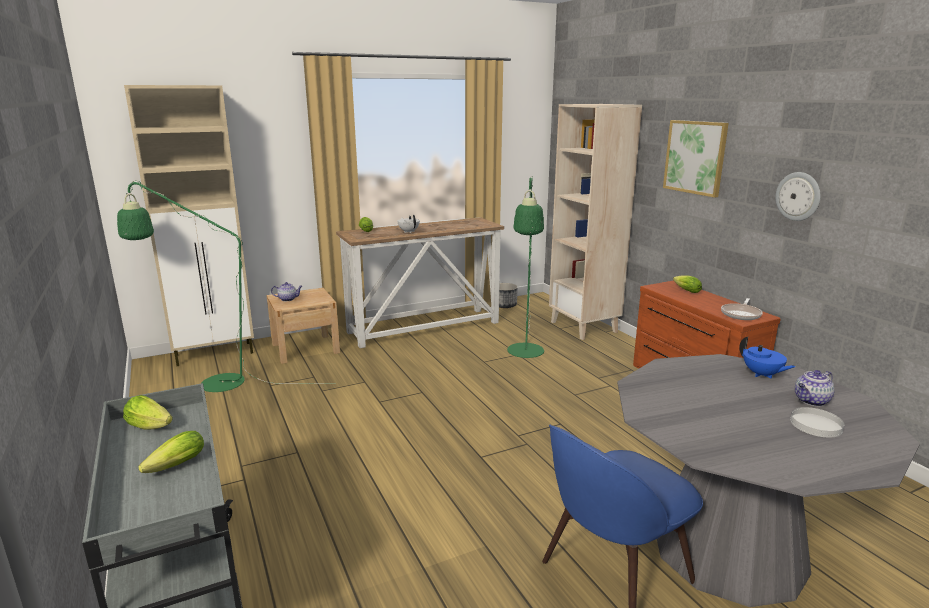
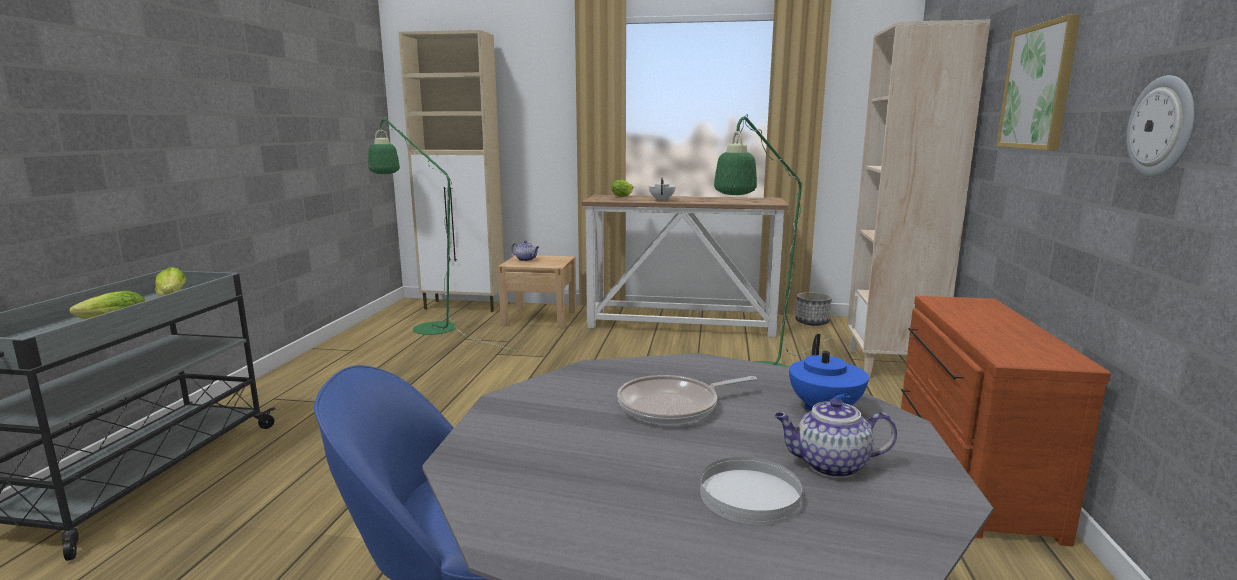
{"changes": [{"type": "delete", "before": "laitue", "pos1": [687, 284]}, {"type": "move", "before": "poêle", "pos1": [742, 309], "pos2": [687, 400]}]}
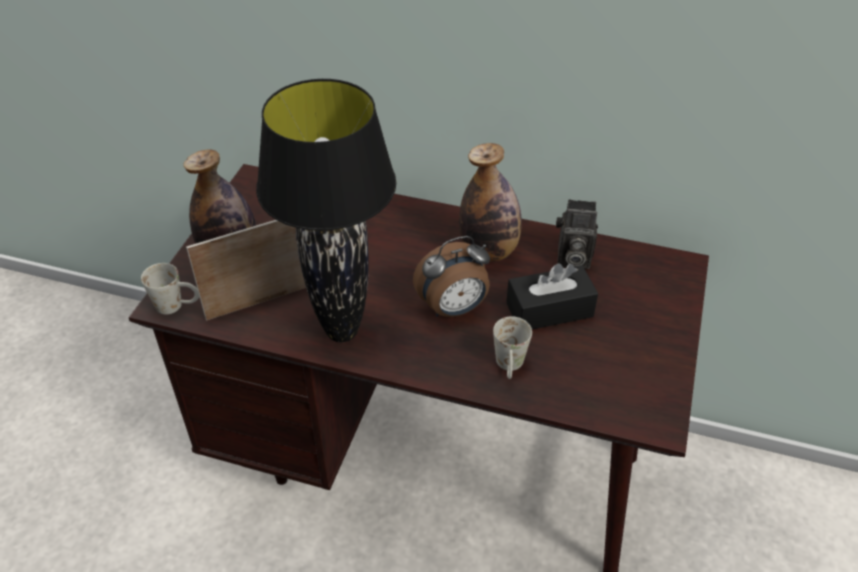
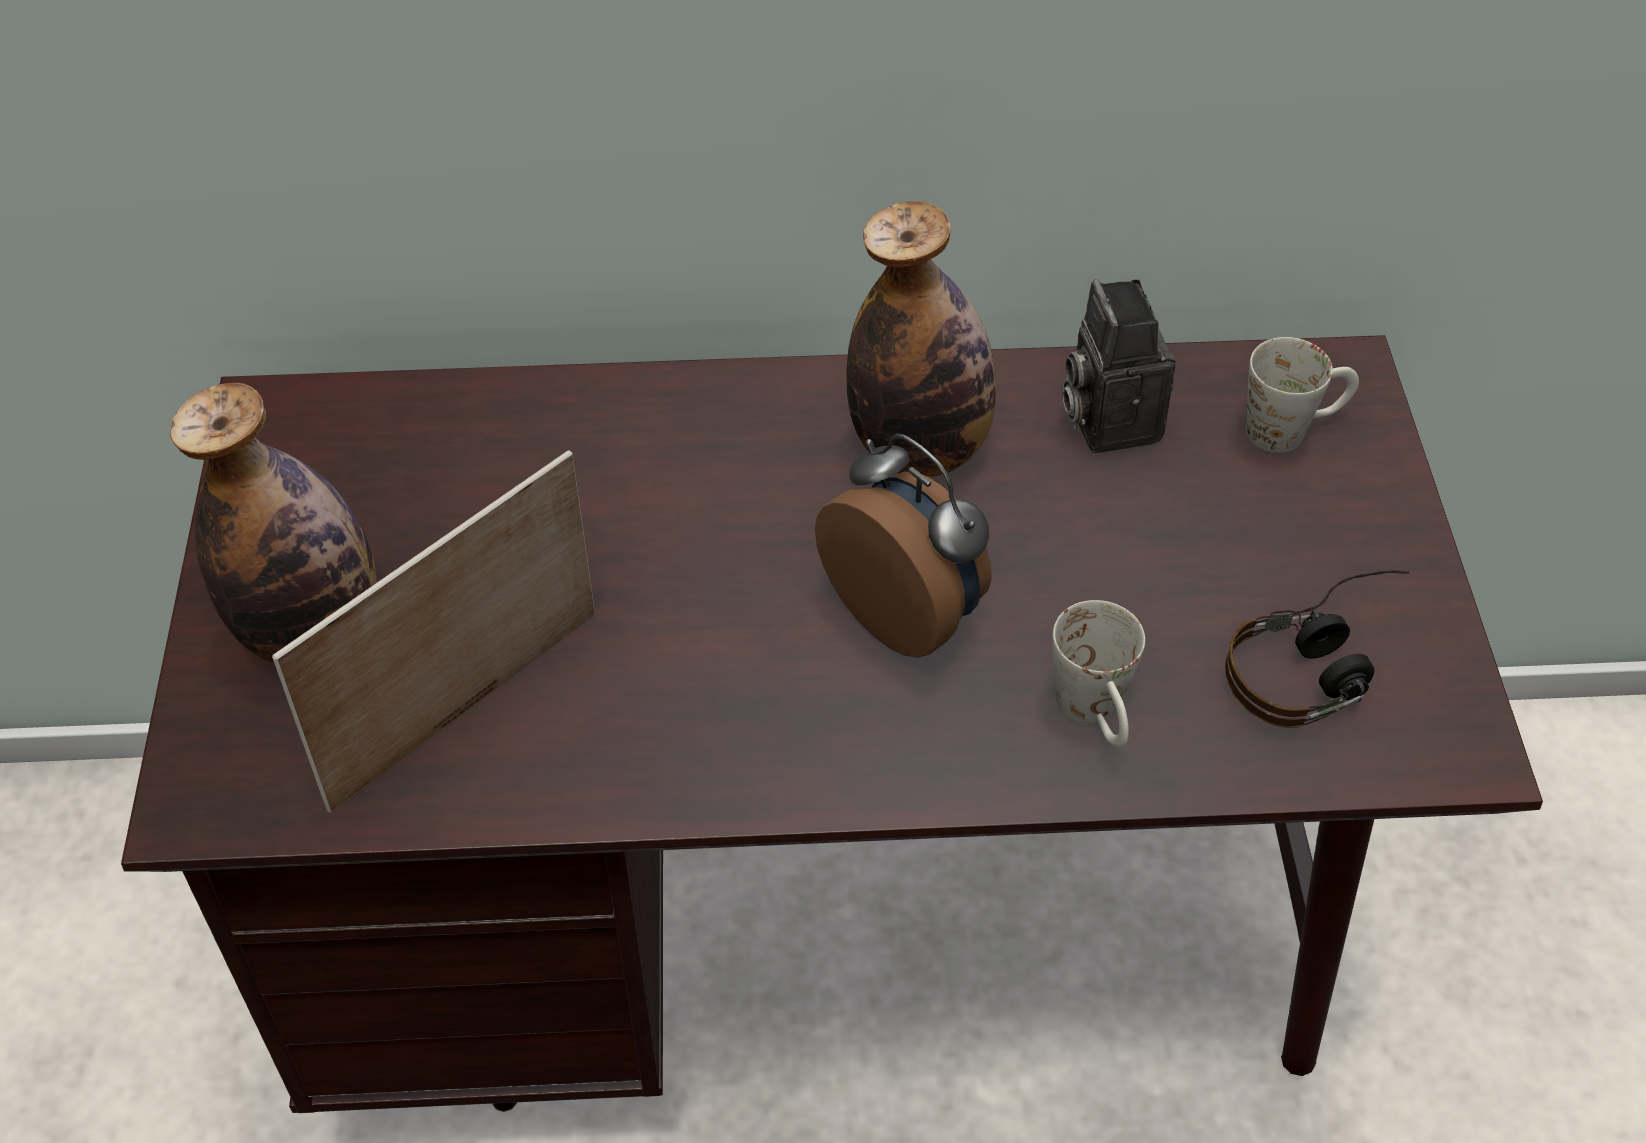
{"changes": [{"type": "delete", "before": "lampe de table/noir", "pos1": [326, 210]}, {"type": "rotate", "before": "appareil photo", "pos1": [577, 234], "pos2": [1119, 366], "turn": 90}, {"type": "rotate", "before": "réveil", "pos1": [451, 276], "pos2": [903, 545], "turn": -90}, {"type": "move", "before": "mug/blanc", "pos1": [170, 288], "pos2": [1302, 395]}, {"type": "delete", "before": "boîte à mouchoirs/noir", "pos1": [552, 296]}, {"type": "insert", "after": "casque audio", "pos2": [1317, 649]}]}
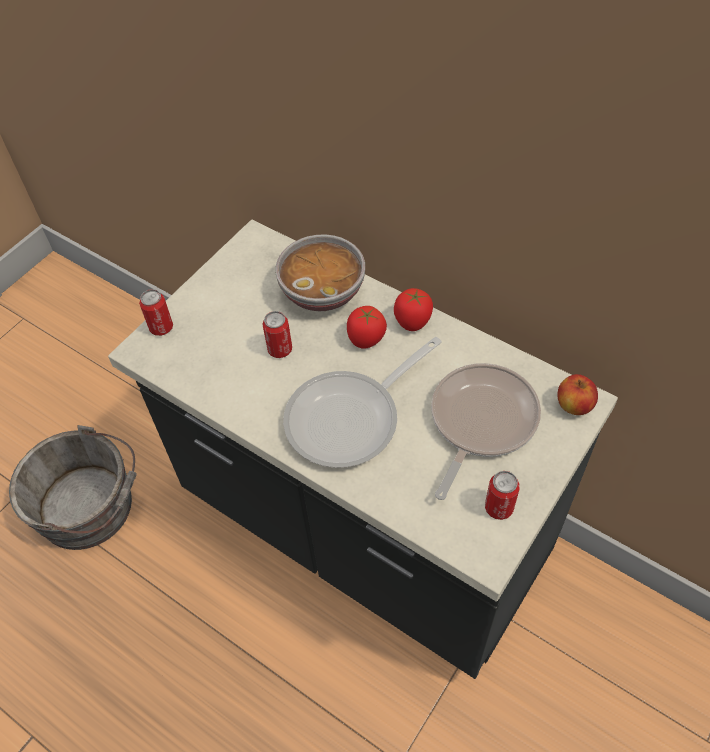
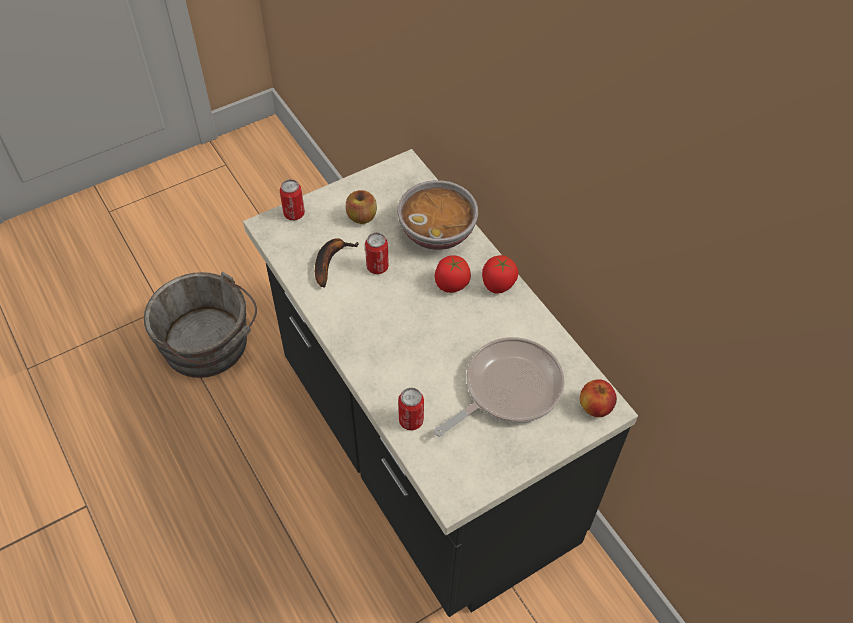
{"changes": [{"type": "delete", "before": "poêle", "pos1": [362, 402]}, {"type": "move", "before": "boîte métallique", "pos1": [502, 495], "pos2": [411, 409]}, {"type": "insert", "after": "pomme", "pos2": [361, 207]}, {"type": "insert", "after": "banane", "pos2": [337, 263]}]}
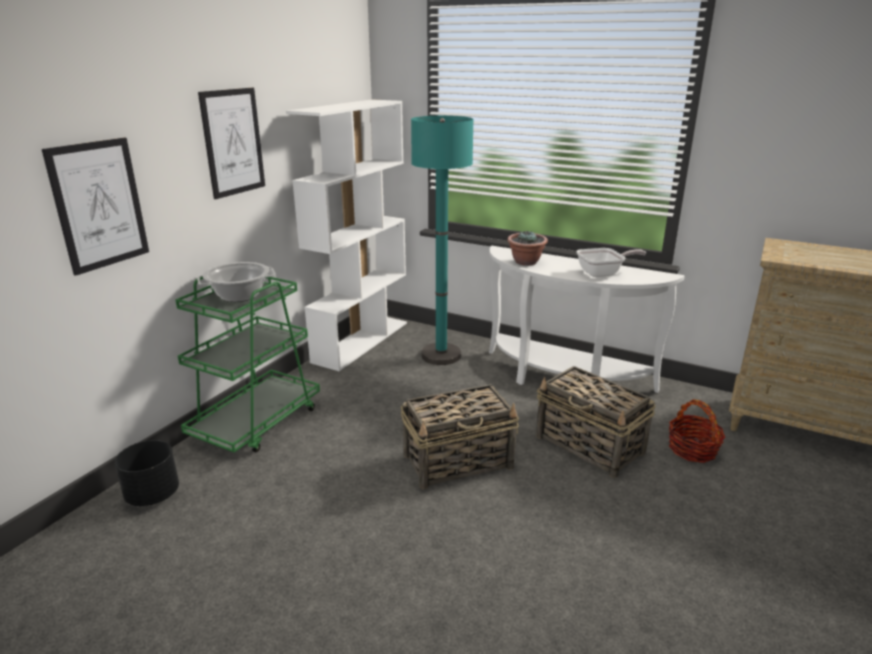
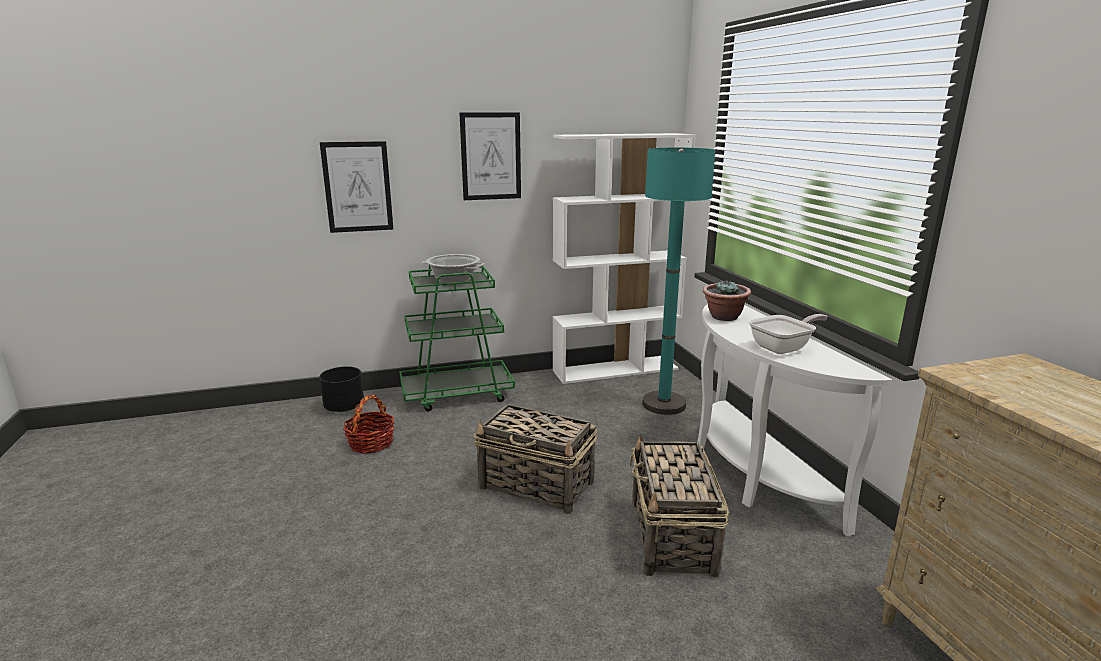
{"changes": [{"type": "rotate", "before": "poêle", "pos1": [611, 262], "pos2": [788, 334], "turn": -60}, {"type": "move", "before": "panier", "pos1": [697, 431], "pos2": [369, 424]}]}
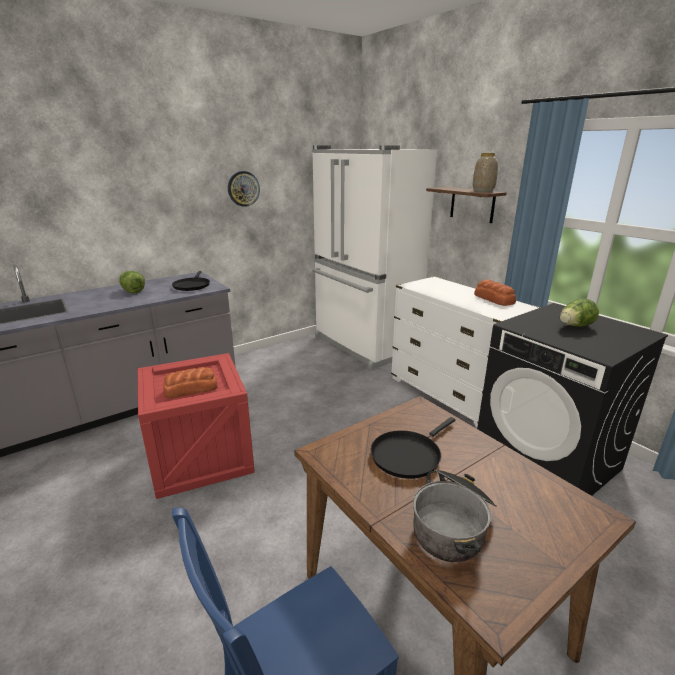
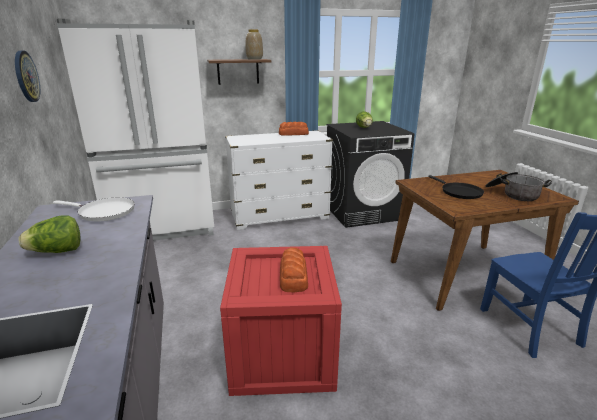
{"changes": [{"type": "recolor", "before": "poêle/noir", "after": "poêle/blanc", "pos1": [191, 281], "pos2": [94, 209]}]}
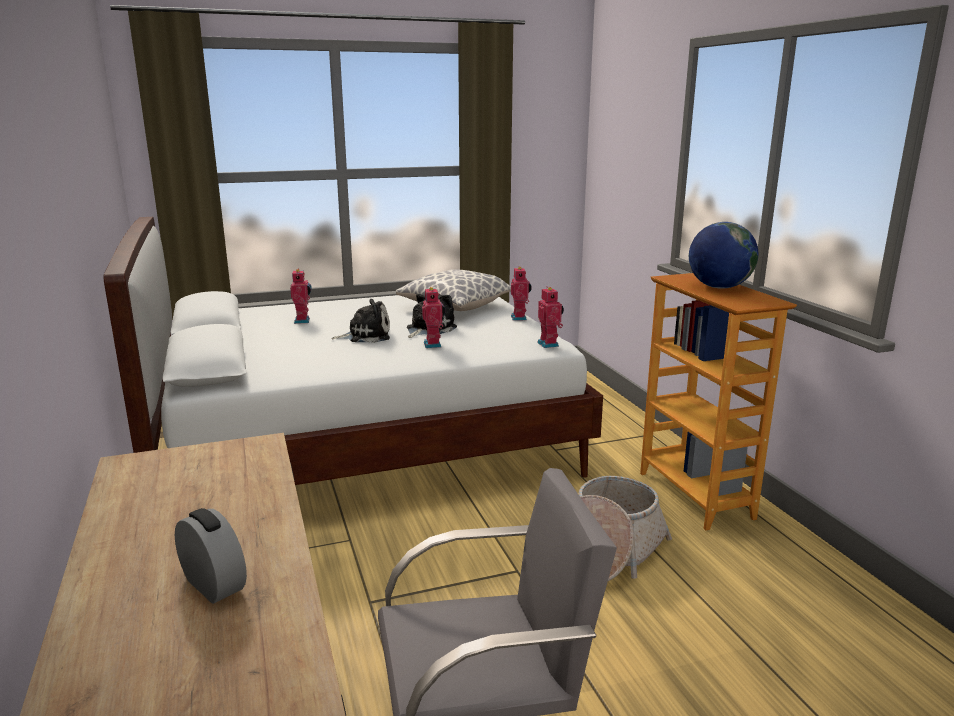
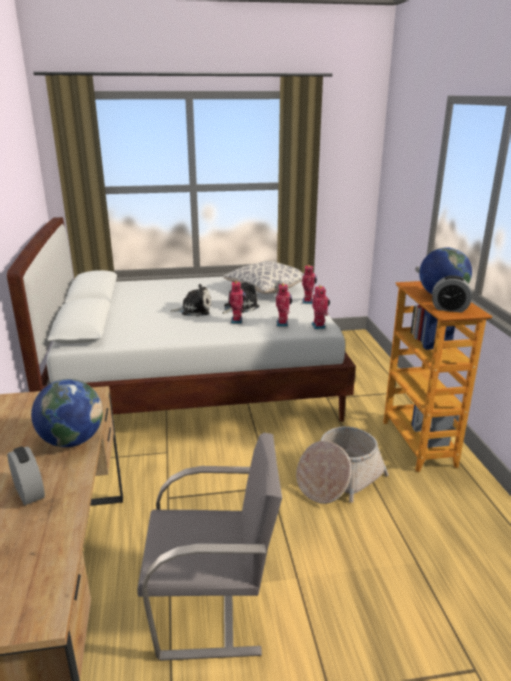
{"changes": [{"type": "move", "before": "robot jouet", "pos1": [301, 296], "pos2": [284, 305]}, {"type": "insert", "after": "réveil", "pos2": [452, 294]}, {"type": "insert", "after": "globe", "pos2": [67, 413]}]}
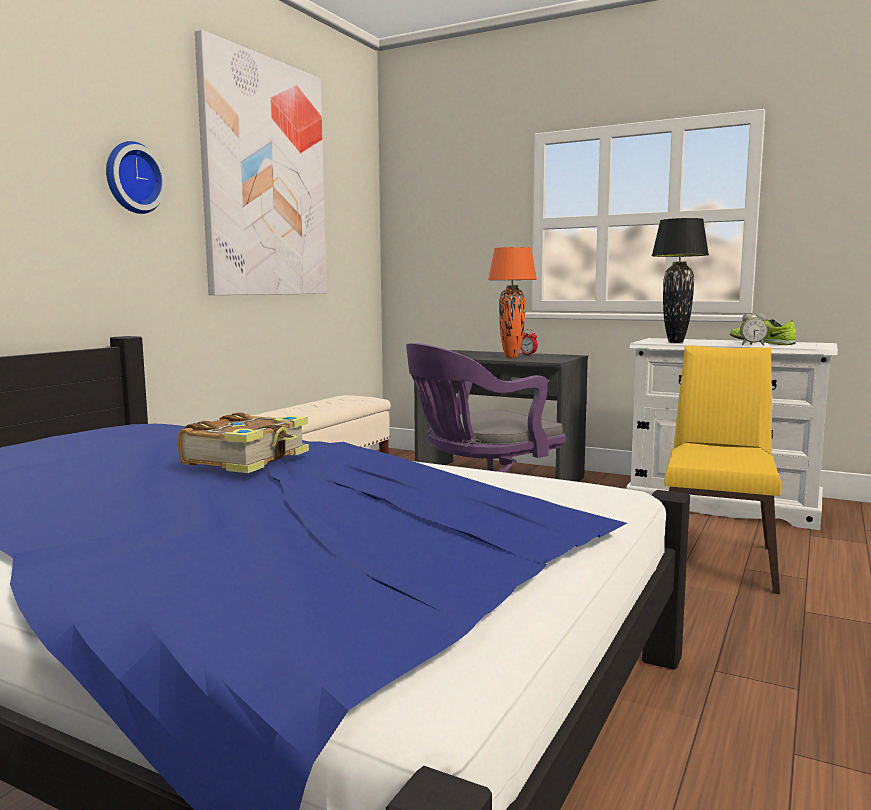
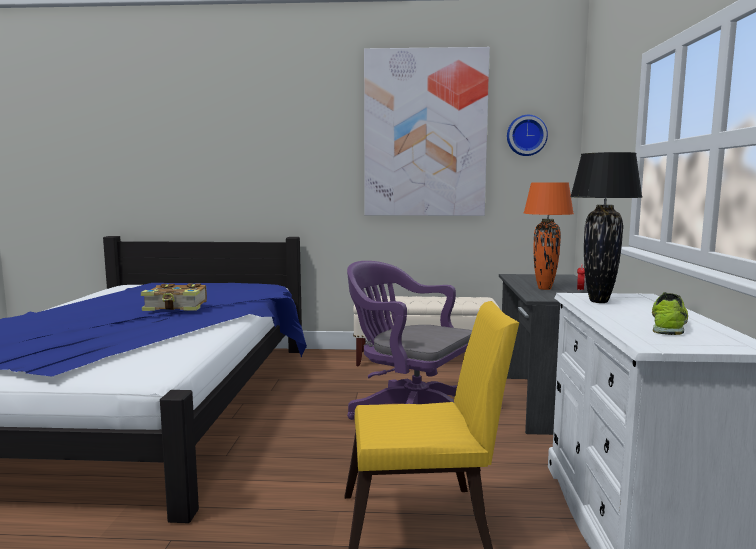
{"changes": [{"type": "move", "before": "horloge murale", "pos1": [136, 177], "pos2": [527, 135]}, {"type": "delete", "before": "réveil", "pos1": [754, 330]}]}
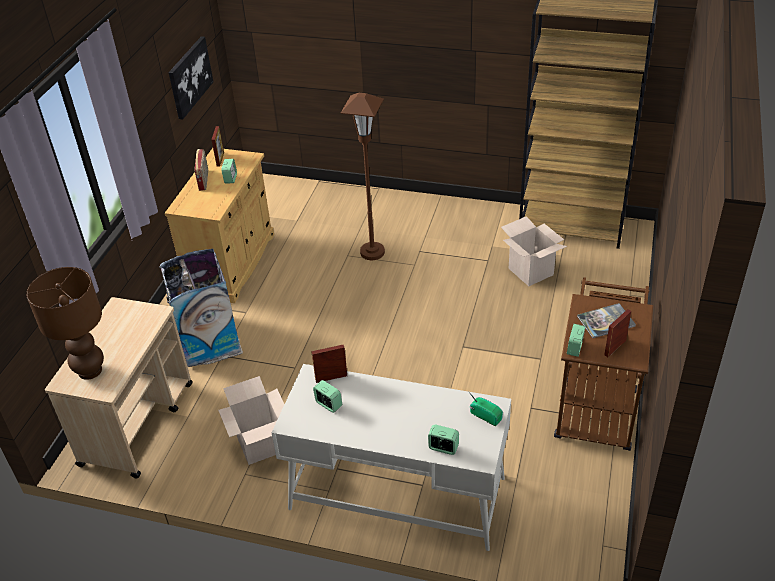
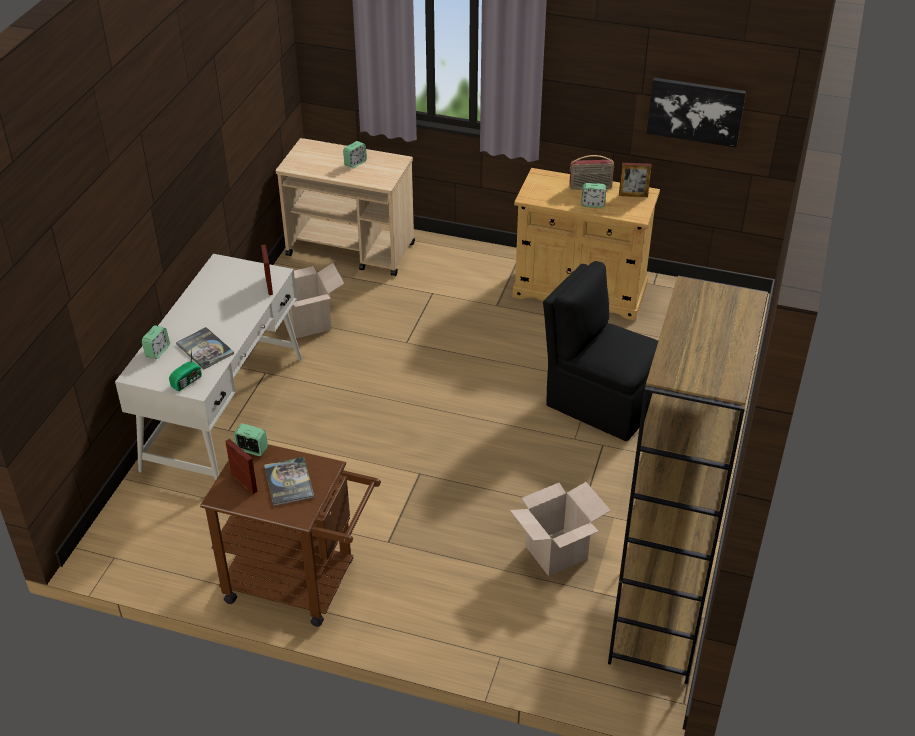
{"changes": [{"type": "replace", "before": "lampadaire/marron", "after": "chaise/noir", "pos1": [363, 176], "pos2": [600, 351]}, {"type": "delete", "before": "poubelle", "pos1": [201, 308]}, {"type": "delete", "before": "lampe de table/marron", "pos1": [65, 323]}, {"type": "move", "before": "réveil", "pos1": [327, 396], "pos2": [355, 154]}, {"type": "insert", "after": "livre", "pos2": [205, 348]}]}
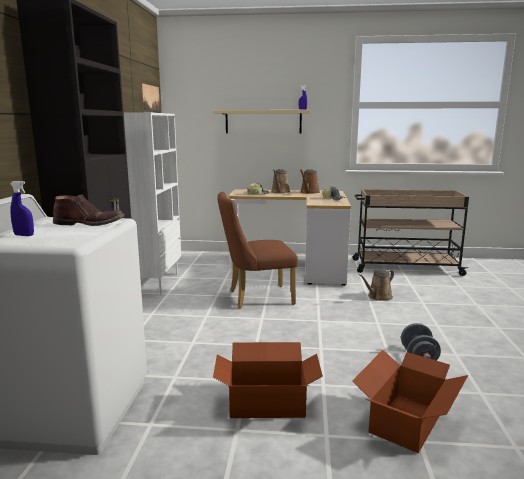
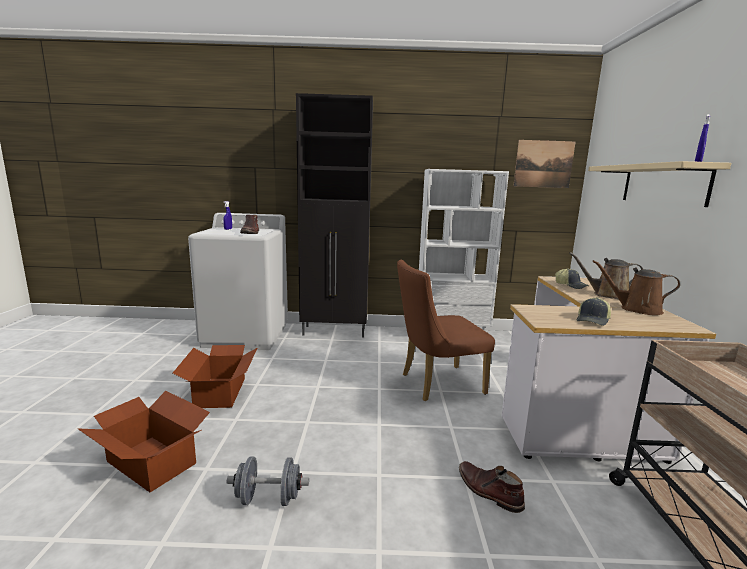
{"changes": [{"type": "rotate", "before": "chaise/marron", "pos1": [257, 250], "pos2": [446, 330], "turn": -90}, {"type": "replace", "before": "arrosoir/marron", "after": "botte/marron", "pos1": [376, 285], "pos2": [492, 487]}]}
